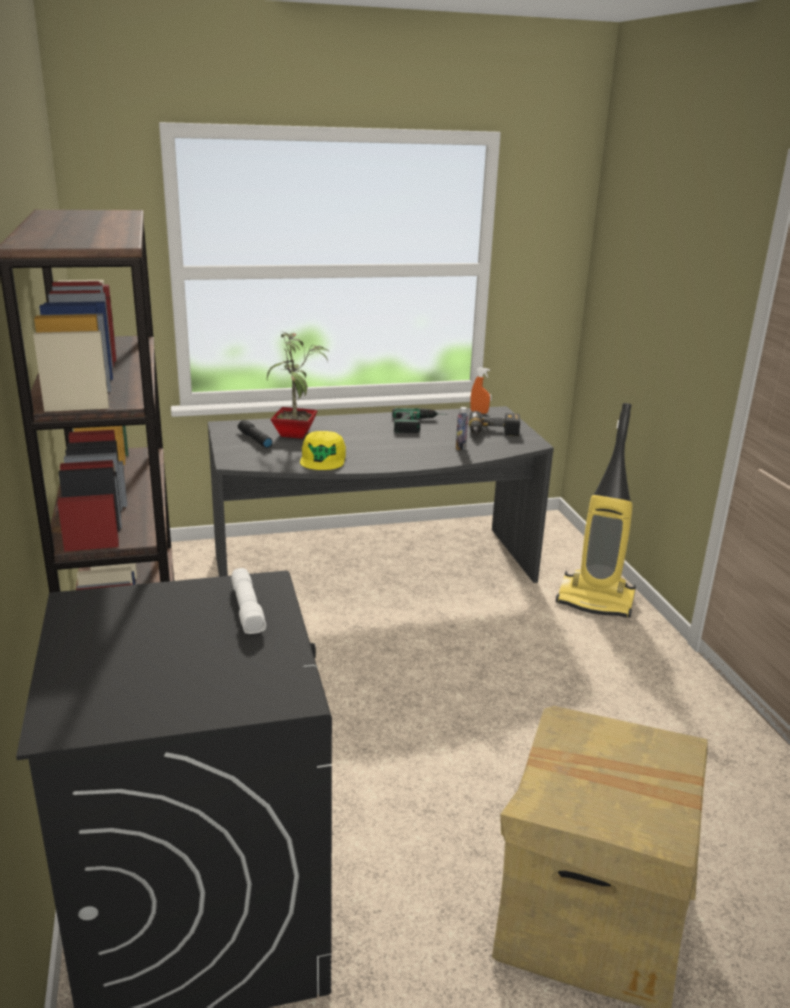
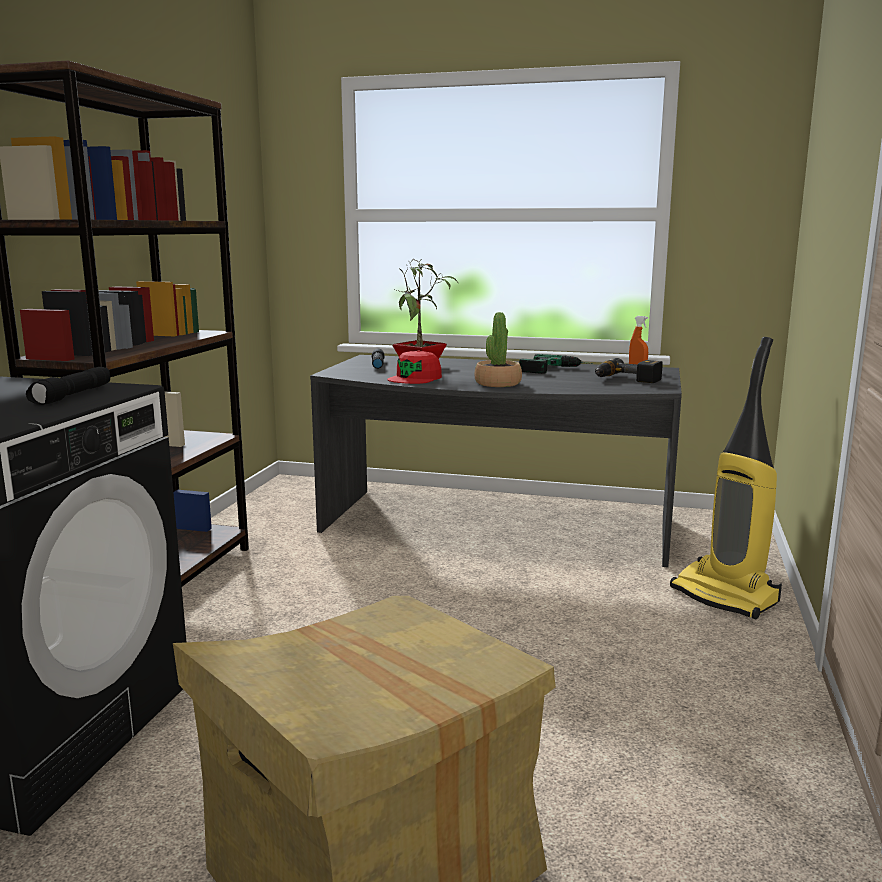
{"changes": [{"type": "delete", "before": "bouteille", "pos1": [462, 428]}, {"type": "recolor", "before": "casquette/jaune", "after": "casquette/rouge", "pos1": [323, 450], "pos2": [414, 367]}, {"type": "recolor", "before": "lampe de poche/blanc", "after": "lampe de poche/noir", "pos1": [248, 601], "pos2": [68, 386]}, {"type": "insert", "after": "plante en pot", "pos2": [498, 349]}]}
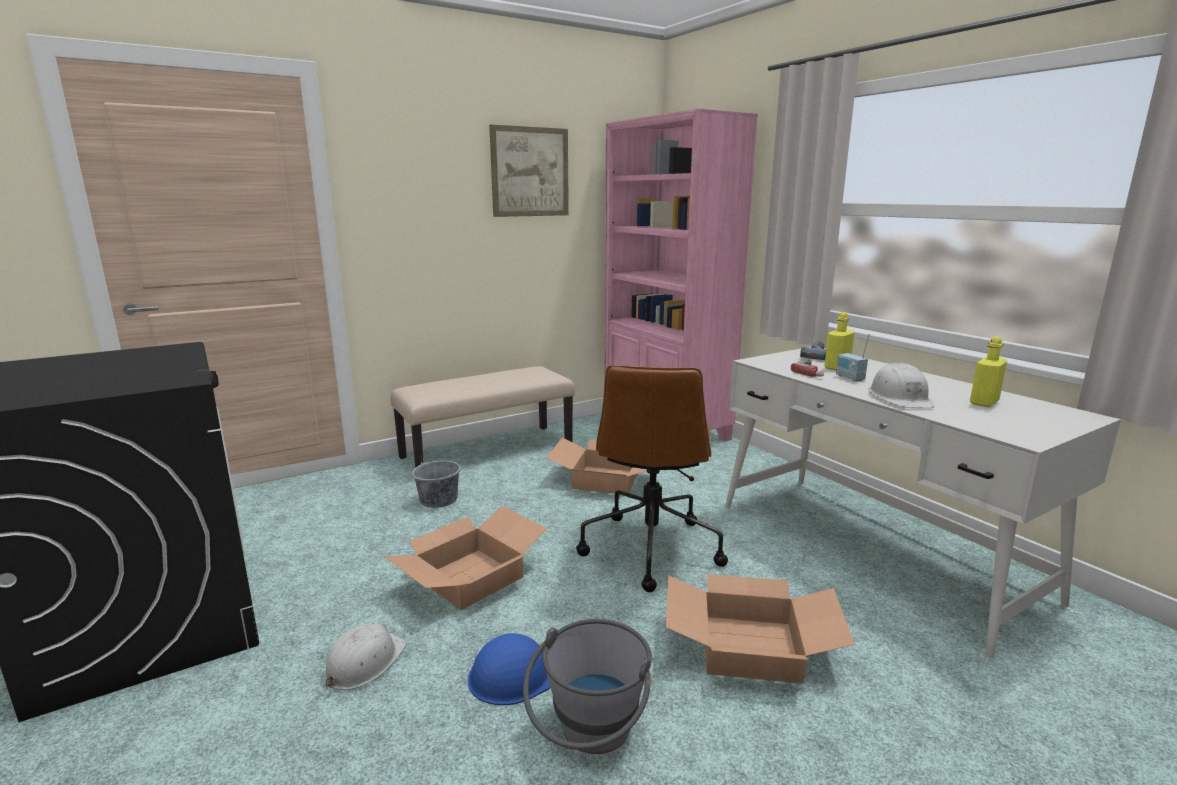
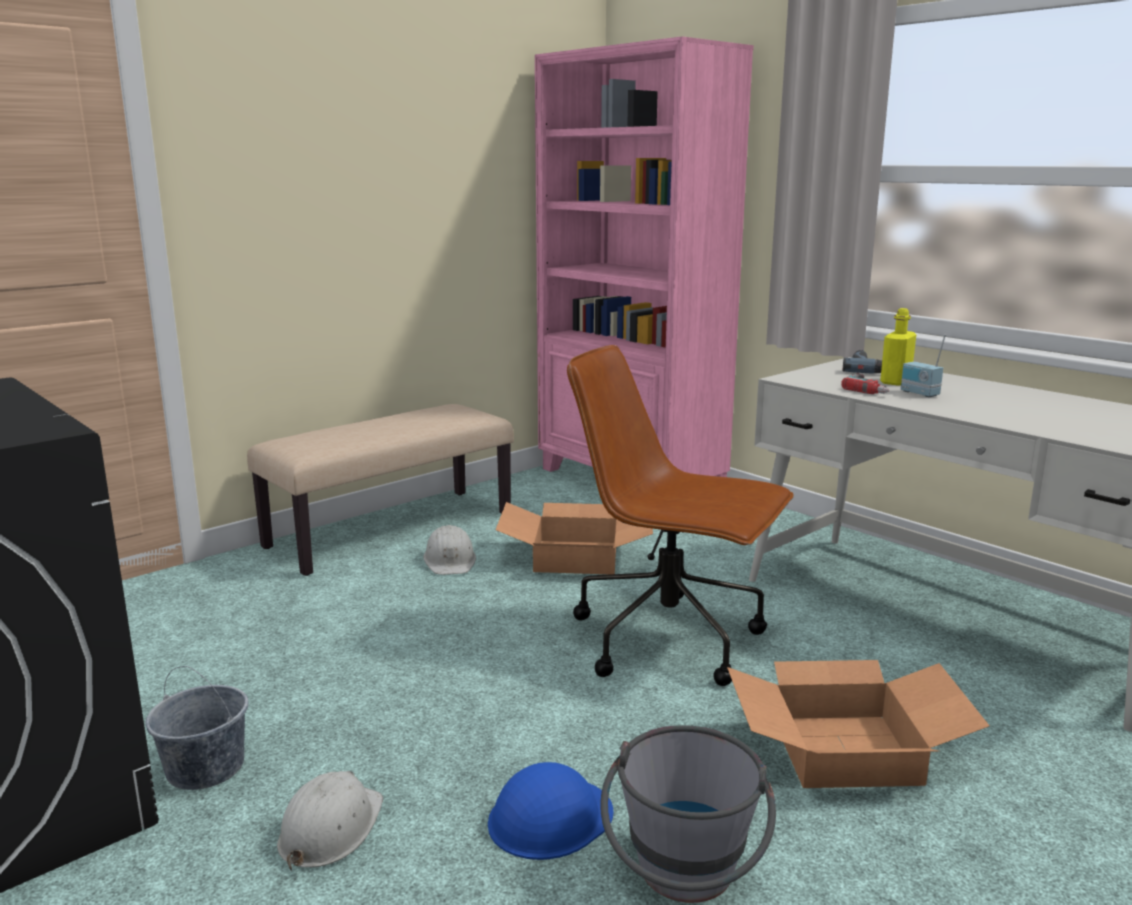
{"changes": [{"type": "delete", "before": "tableau", "pos1": [529, 171]}, {"type": "delete", "before": "bouteille/jaune", "pos1": [988, 372]}, {"type": "move", "before": "casque de chantier/blanc", "pos1": [901, 385], "pos2": [449, 550]}, {"type": "rotate", "before": "chaise de bureau/marron", "pos1": [652, 478], "pos2": [680, 515], "turn": 120}, {"type": "move", "before": "seau/gris", "pos1": [436, 477], "pos2": [197, 728]}, {"type": "delete", "before": "carton", "pos1": [465, 557]}]}
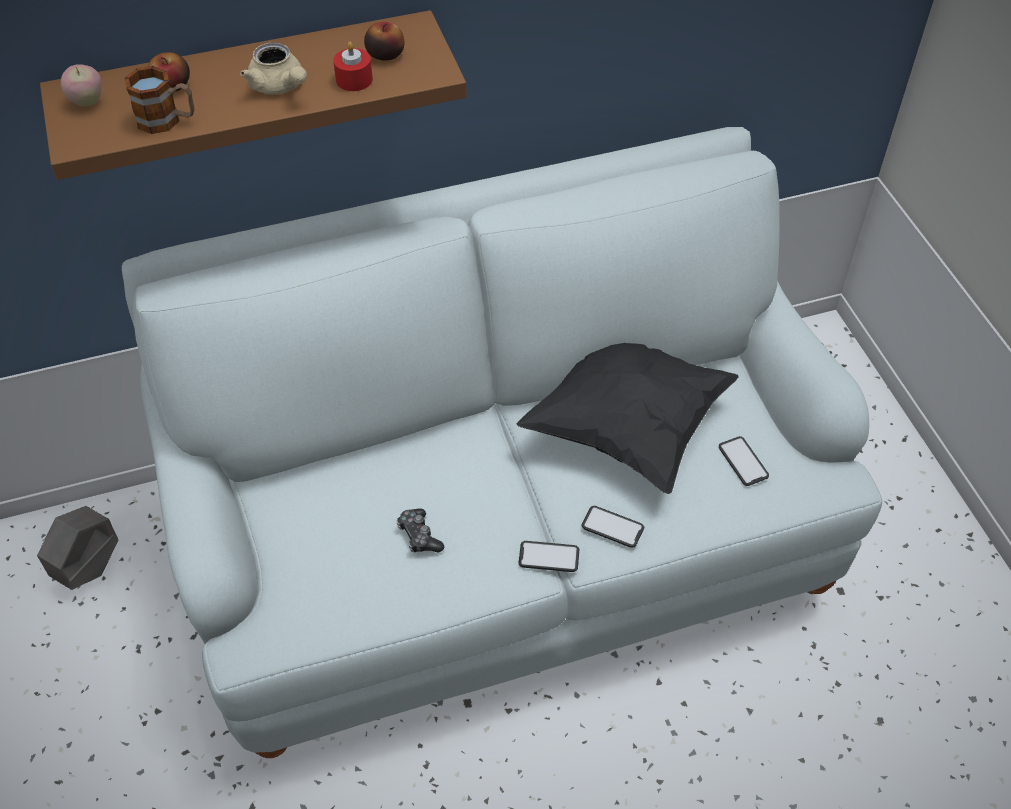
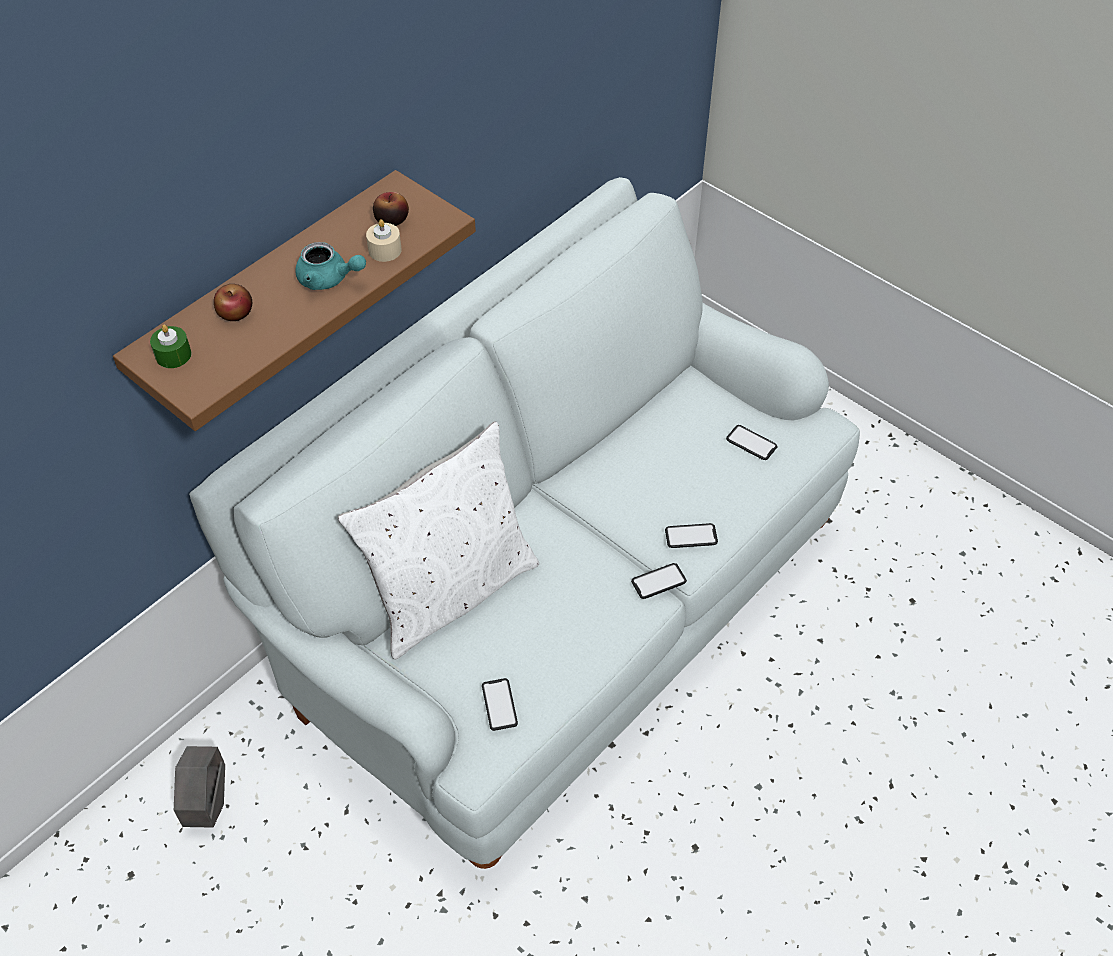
{"changes": [{"type": "recolor", "before": "théière/beige", "after": "théière/turquoise", "pos1": [273, 68], "pos2": [330, 266]}, {"type": "recolor", "before": "bougie/rouge", "after": "bougie/beige", "pos1": [353, 66], "pos2": [384, 240]}, {"type": "replace", "before": "pomme", "after": "bougie/vert", "pos1": [81, 85], "pos2": [170, 346]}, {"type": "delete", "before": "mug", "pos1": [159, 100]}, {"type": "delete", "before": "coussin/noir", "pos1": [628, 418]}, {"type": "delete", "before": "manette", "pos1": [420, 530]}, {"type": "insert", "after": "coussin/blanc", "pos2": [438, 540]}, {"type": "insert", "after": "téléphone", "pos2": [500, 704]}]}
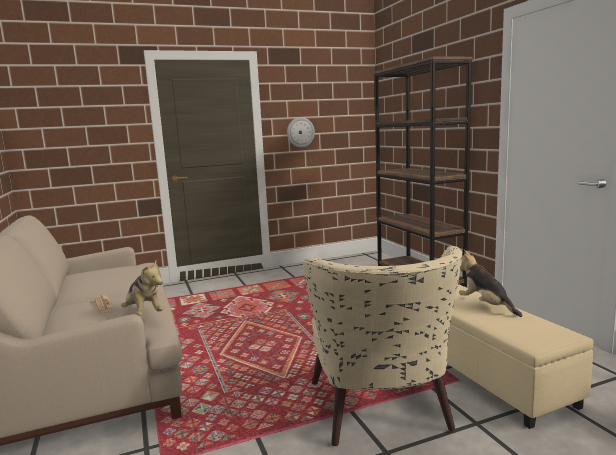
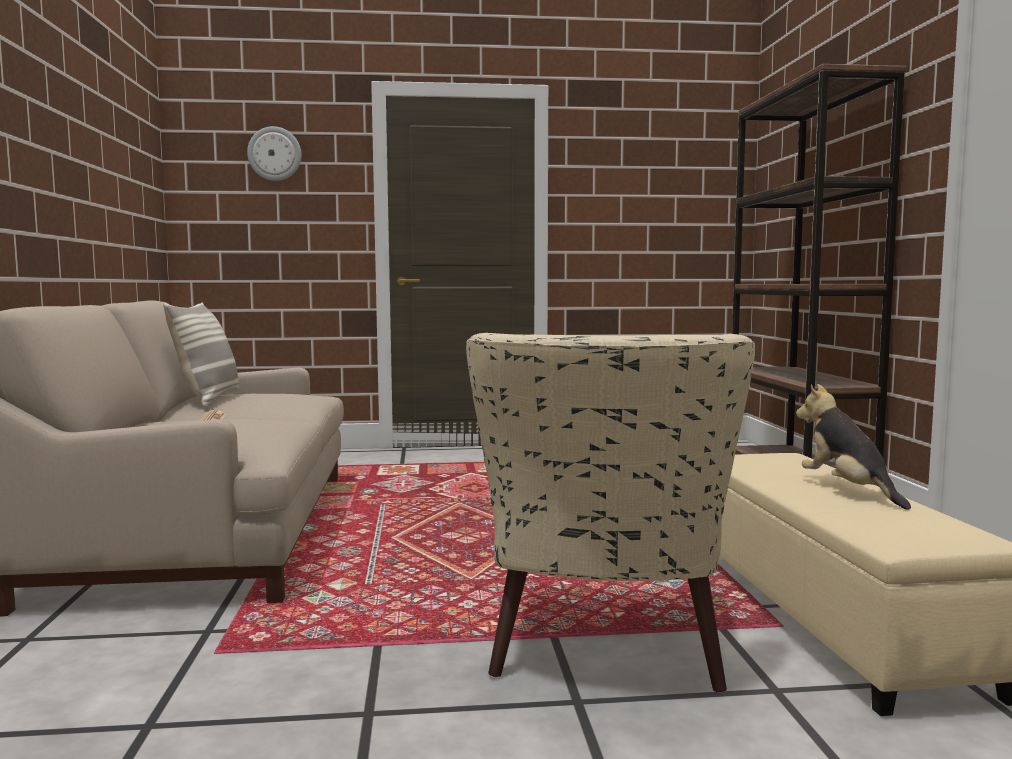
{"changes": [{"type": "move", "before": "horloge murale", "pos1": [301, 132], "pos2": [274, 153]}, {"type": "delete", "before": "peluche", "pos1": [142, 287]}, {"type": "insert", "after": "coussin", "pos2": [201, 355]}]}
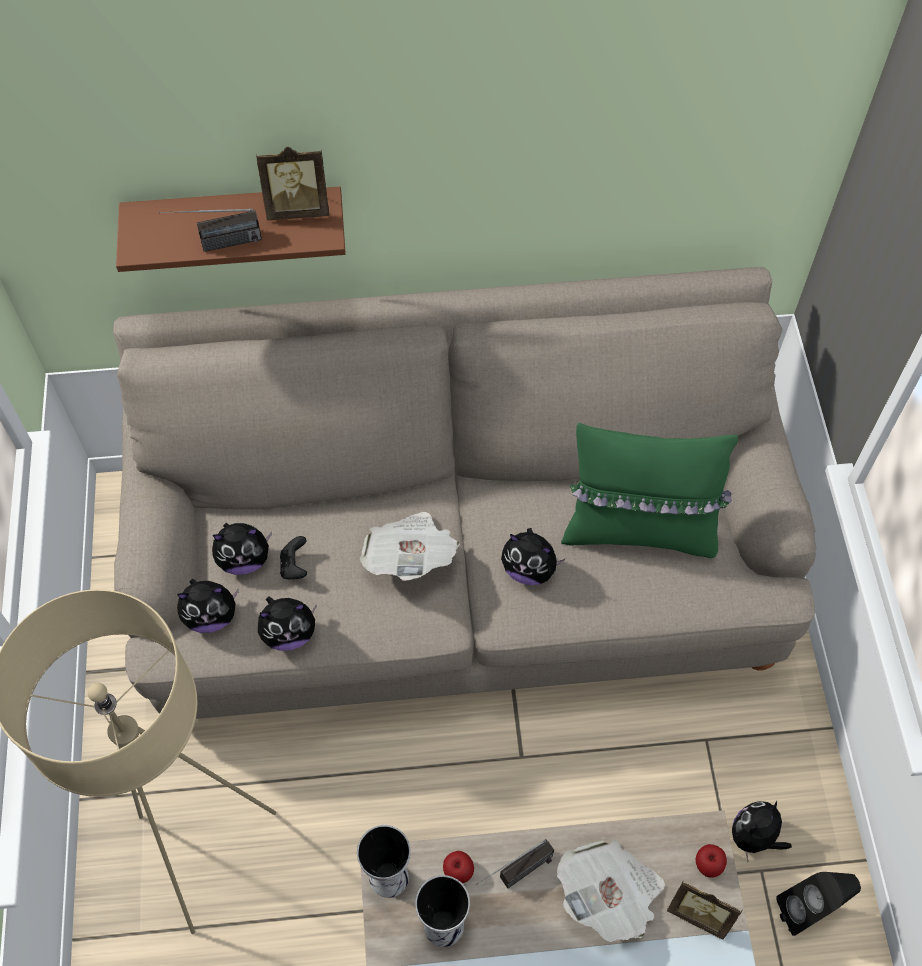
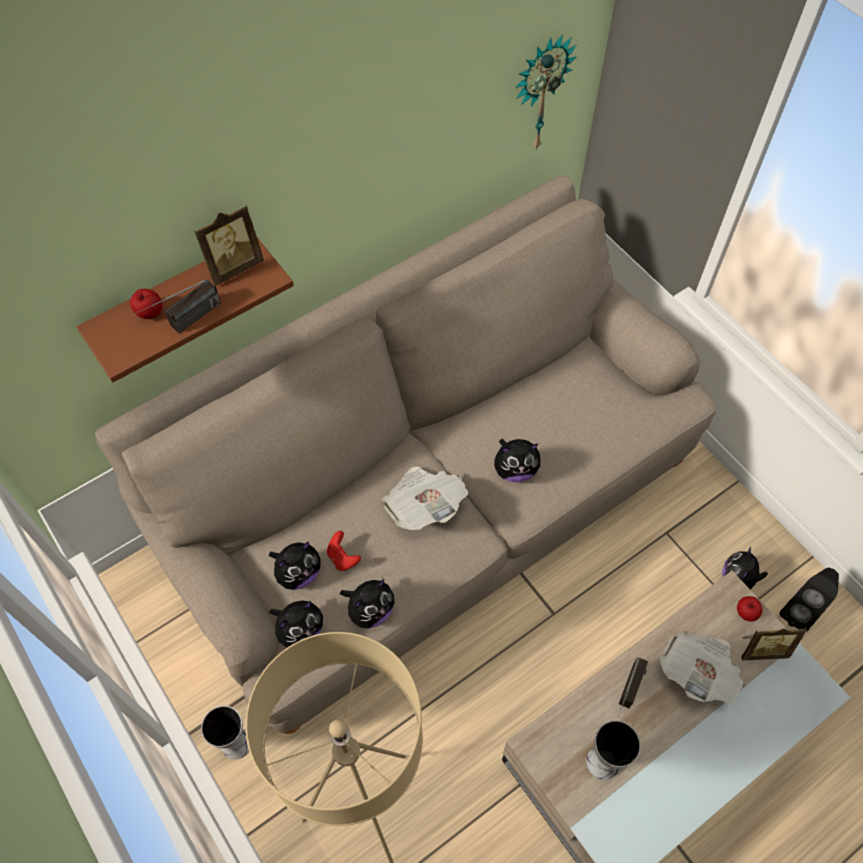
{"changes": [{"type": "delete", "before": "coussin/vert", "pos1": [649, 490]}, {"type": "recolor", "before": "manette/noir", "after": "manette/rouge", "pos1": [293, 558], "pos2": [344, 551]}, {"type": "move", "before": "vase", "pos1": [383, 861], "pos2": [225, 732]}, {"type": "move", "before": "pomme", "pos1": [458, 867], "pos2": [146, 304]}, {"type": "insert", "after": "horloge murale", "pos2": [546, 92]}]}
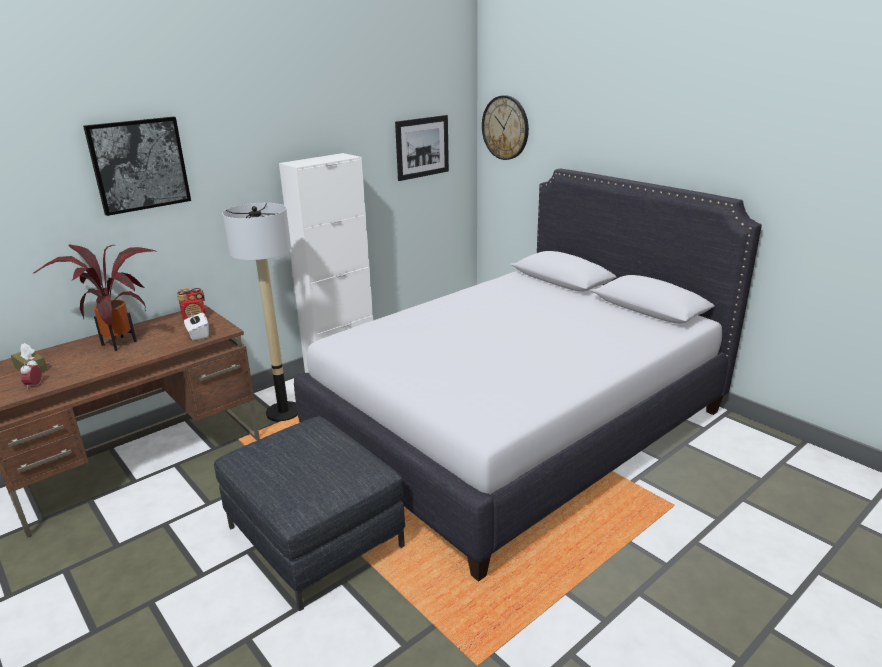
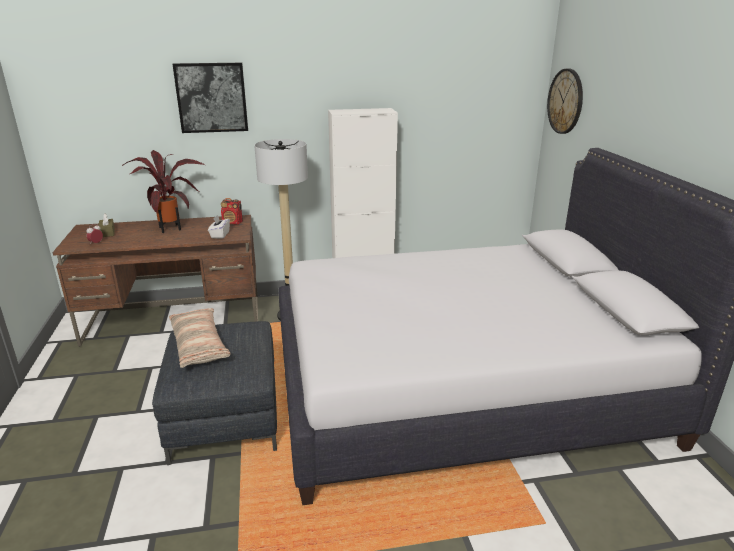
{"changes": [{"type": "delete", "before": "tableau", "pos1": [422, 148]}, {"type": "insert", "after": "coussin", "pos2": [200, 338]}]}
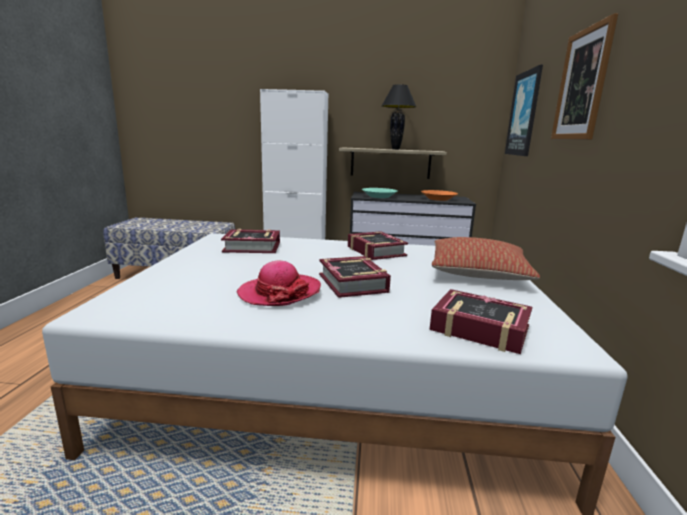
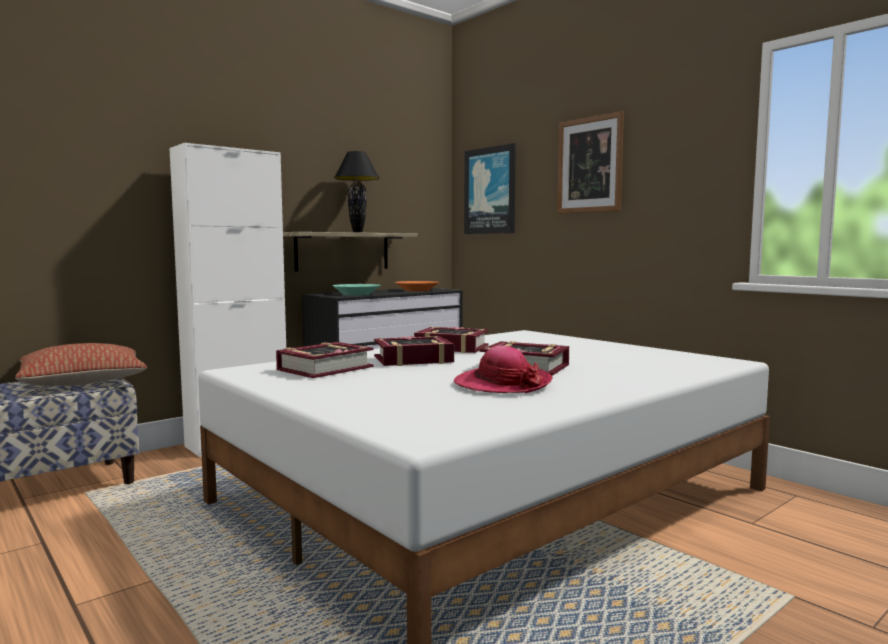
{"changes": [{"type": "move", "before": "coussin", "pos1": [486, 258], "pos2": [81, 364]}, {"type": "move", "before": "livre", "pos1": [481, 321], "pos2": [414, 351]}]}
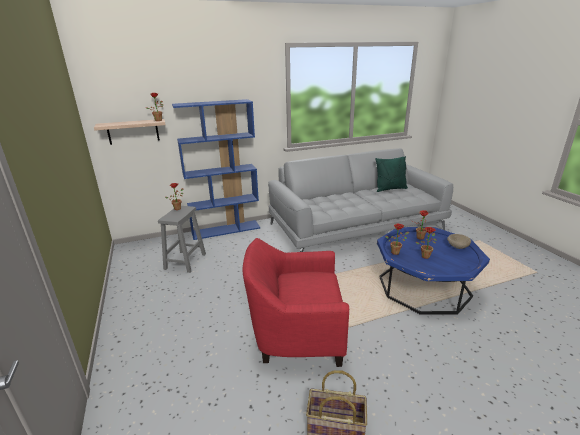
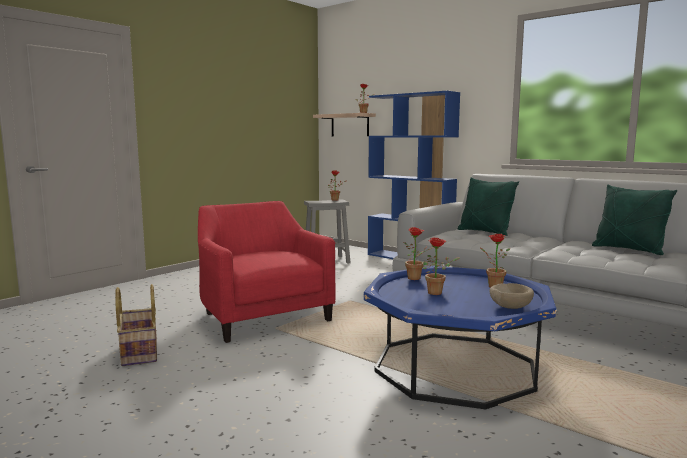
{"changes": [{"type": "insert", "after": "coussin/vert", "pos2": [488, 207]}]}
